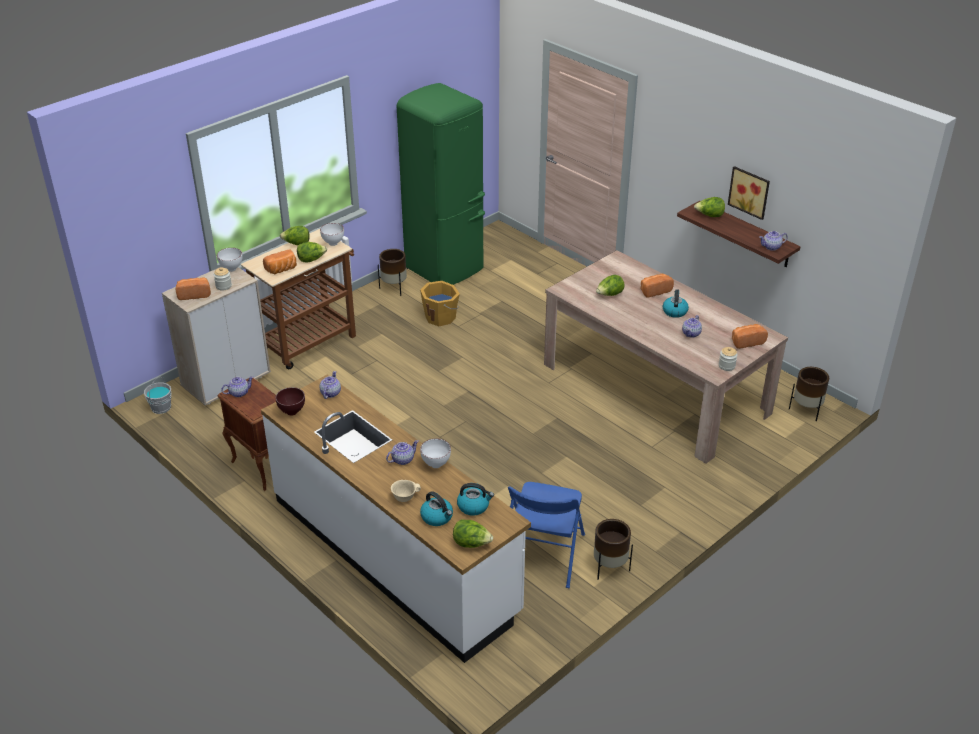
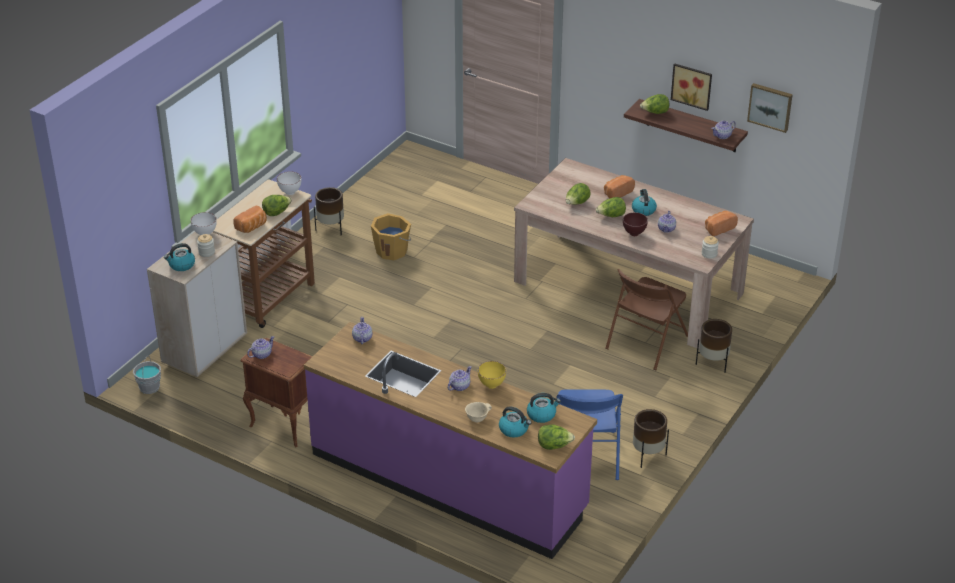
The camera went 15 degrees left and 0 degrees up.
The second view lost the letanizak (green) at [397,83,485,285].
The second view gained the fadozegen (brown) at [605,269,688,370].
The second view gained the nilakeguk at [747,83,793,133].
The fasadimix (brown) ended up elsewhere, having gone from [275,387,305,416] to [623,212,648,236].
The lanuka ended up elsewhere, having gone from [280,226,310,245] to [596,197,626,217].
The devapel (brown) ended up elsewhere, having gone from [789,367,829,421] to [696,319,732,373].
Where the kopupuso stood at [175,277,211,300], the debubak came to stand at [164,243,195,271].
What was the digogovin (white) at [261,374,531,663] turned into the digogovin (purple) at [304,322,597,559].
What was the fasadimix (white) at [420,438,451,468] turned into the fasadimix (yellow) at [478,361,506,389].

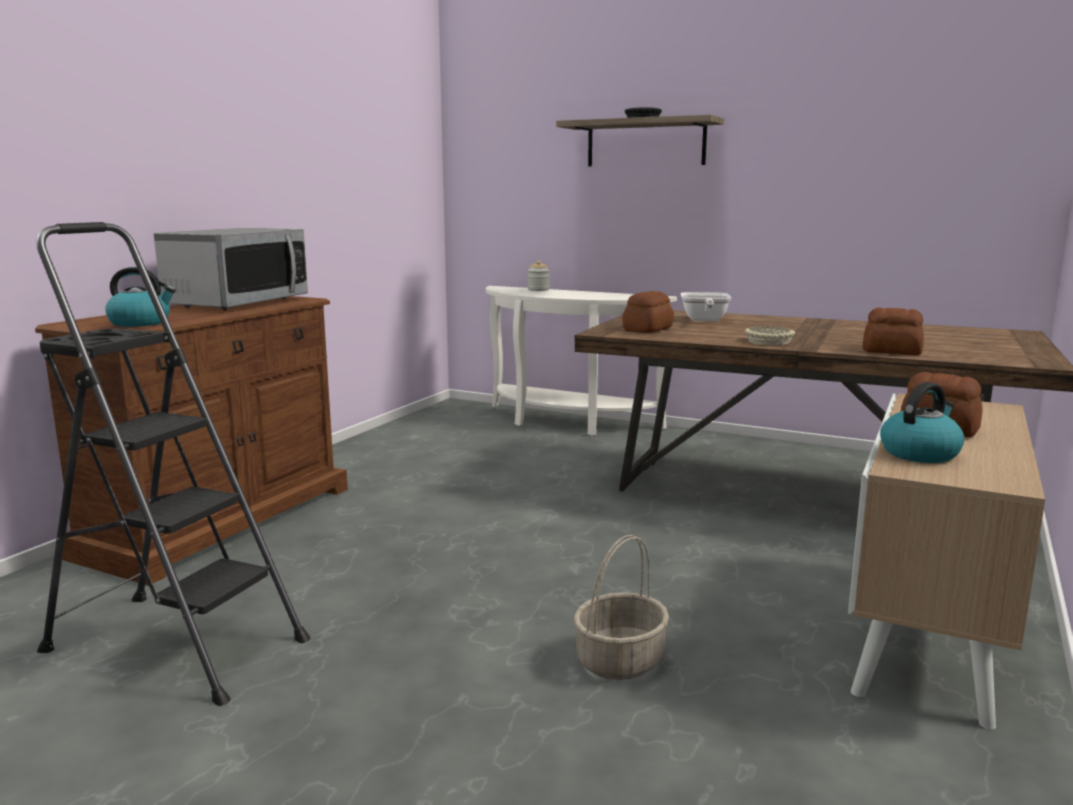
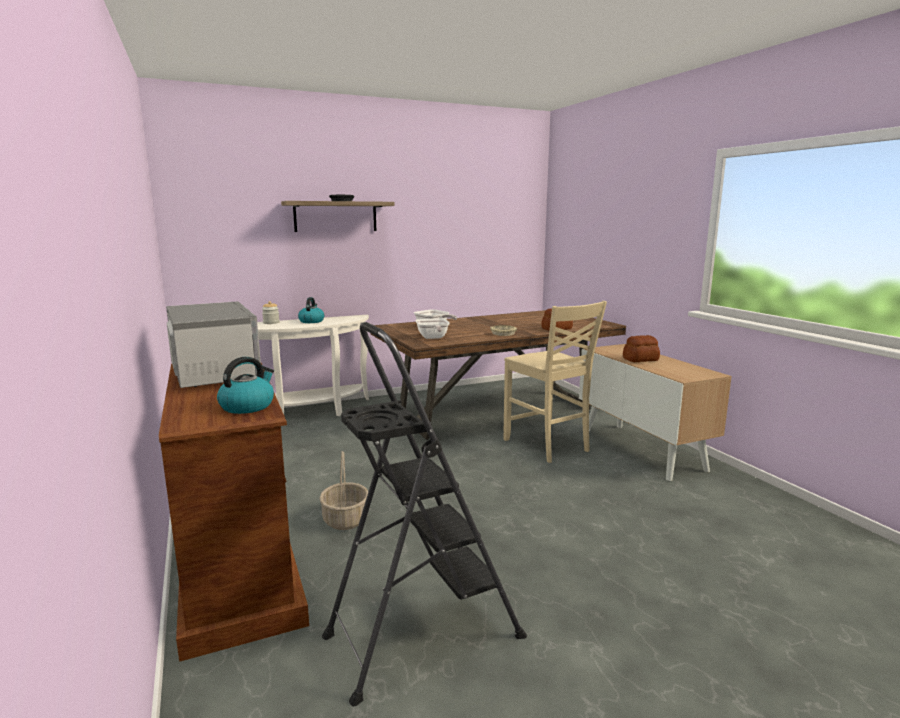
The camera went 50 degrees left and 0 degrees up.
The second view gained the fadozegen (beige) at [503,301,607,463].
The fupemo ended up elsewhere, having gone from [574,535,669,680] to [320,451,368,530].
The debubak ended up elsewhere, having gone from [880,382,964,463] to [298,297,324,323].
Where the kopupuso stood at [622,291,674,333], the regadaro came to stand at [415,318,450,339].

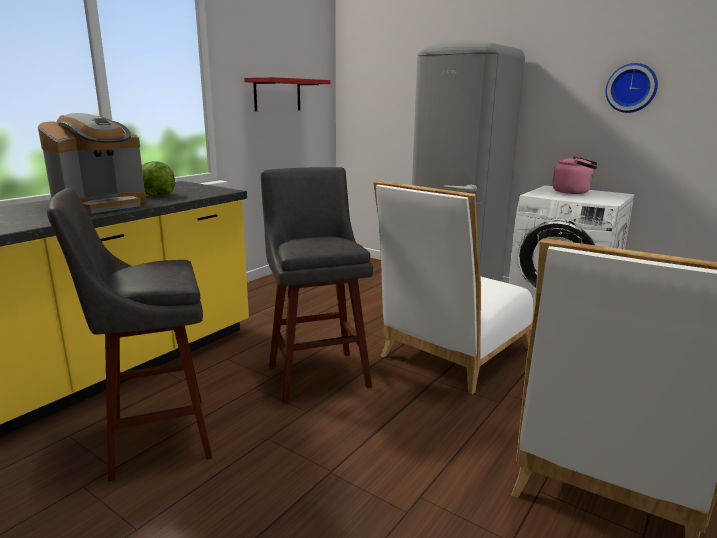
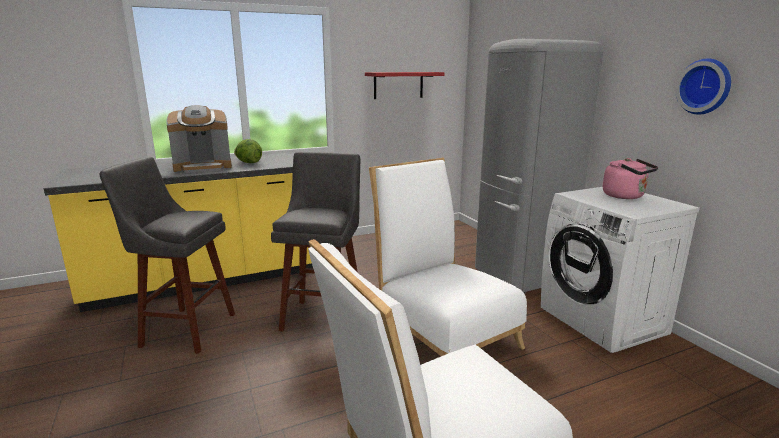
The camera went 30 degrees right and 0 degrees up.
The fadozegen (white) at [373,180,533,394] ended up facing another way, 75 degrees clockwise from before.

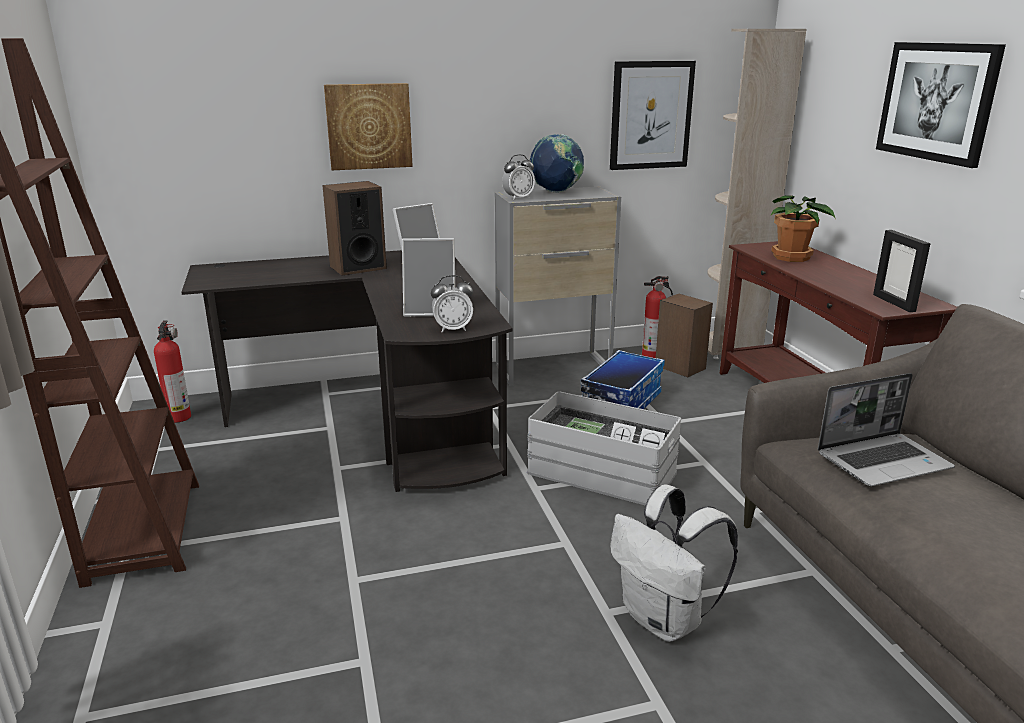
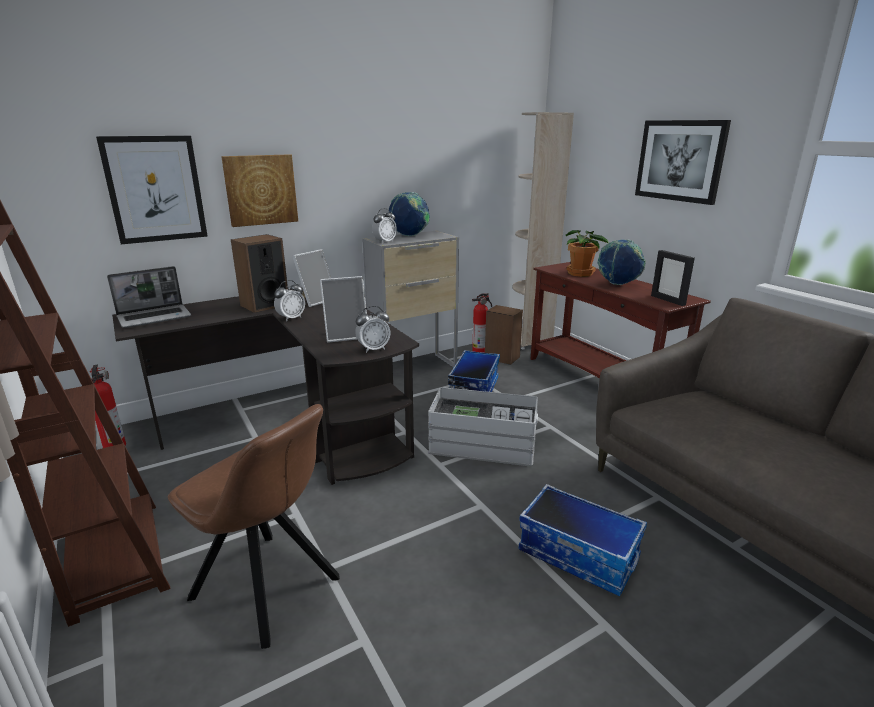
The camera went 15 degrees left and 0 degrees up.
The second view gained the fadozegen (brown) at [168,404,340,649].
The second view gained the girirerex at [274,280,305,321].
The second view gained the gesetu at [598,239,646,285].
The nilakeguk ended up elsewhere, having gone from [610,61,696,170] to [96,136,208,244].
The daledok ended up elsewhere, having gone from [818,373,955,486] to [107,266,191,328].
Where the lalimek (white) stood at [610,484,738,642], the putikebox came to stand at [519,484,647,596].

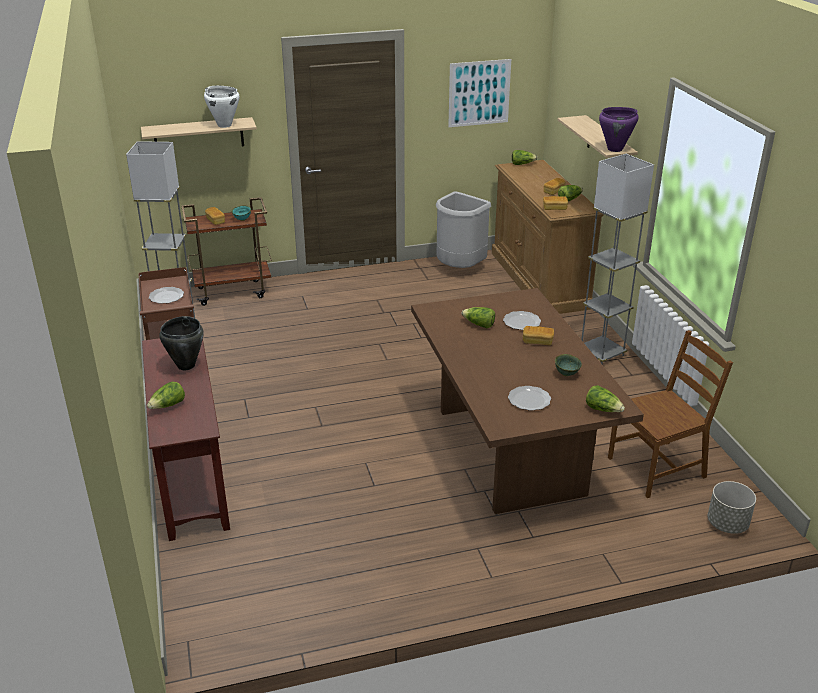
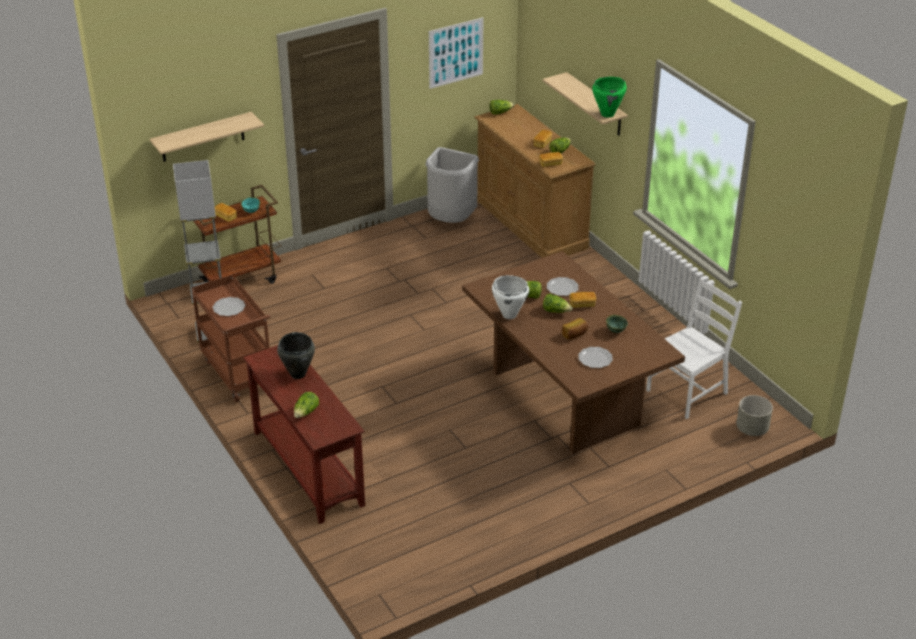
The camera went 15 degrees left and 5 degrees up.
The second view lost the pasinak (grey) at [581,154,654,364].
The second view gained the kopupuso at [562,318,588,339].
The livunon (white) ended up elsewhere, having gone from [204,86,239,128] to [492,275,529,319].
The lanuka ended up elsewhere, having gone from [586,385,625,412] to [543,294,573,313].
What was the livunon (purple) at [599,107,639,152] turned into the livunon (green) at [592,77,627,118].
What was the fadozegen (brown) at [608,330,733,498] turned into the fadozegen (white) at [646,277,742,419].

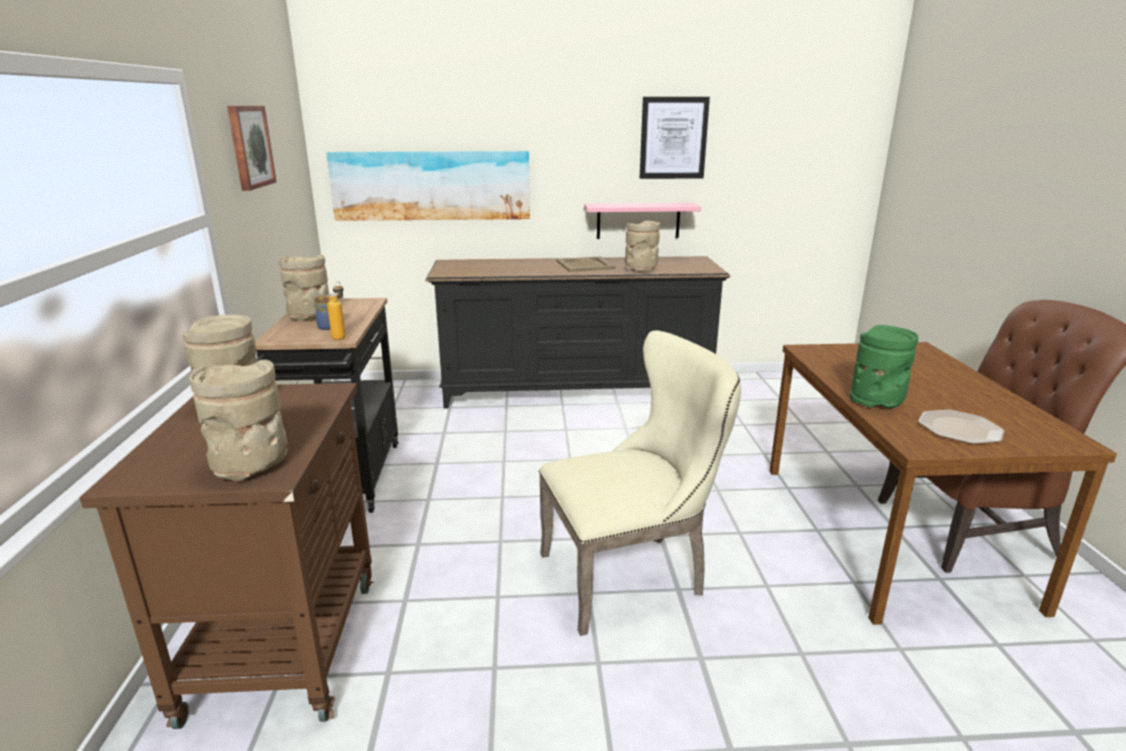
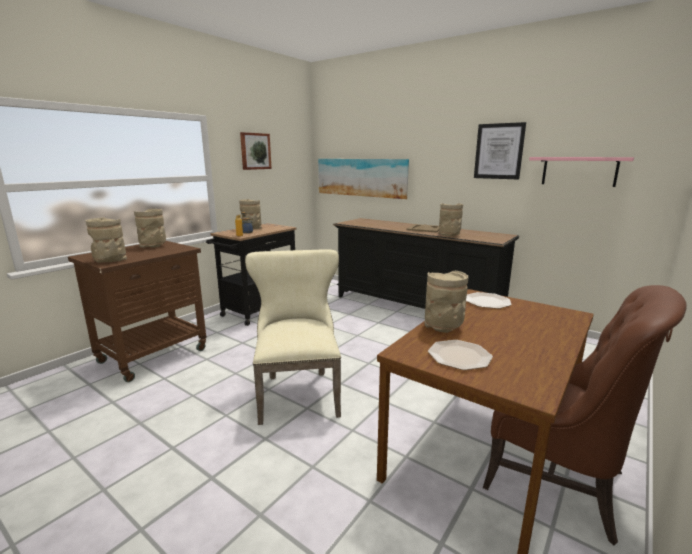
The camera went 40 degrees right and 5 degrees down.
The second view gained the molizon at [466,292,512,309].
The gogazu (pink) ended up elsewhere, having gone from [584,203,701,239] to [529,157,634,187].
What was the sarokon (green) at [850,325,919,408] turned into the sarokon (beige) at [424,271,468,333].
The fadozegen (beige) at [539,330,741,636] ended up facing another way, 120 degrees counterclockwise from before.

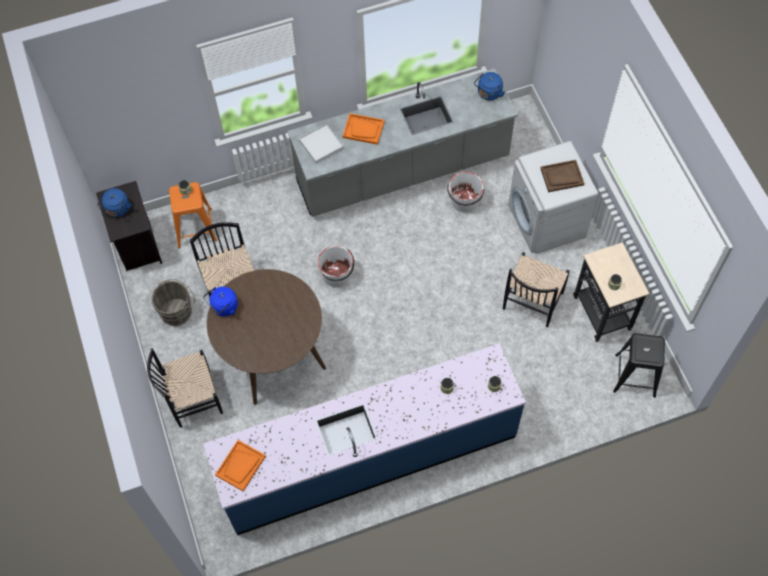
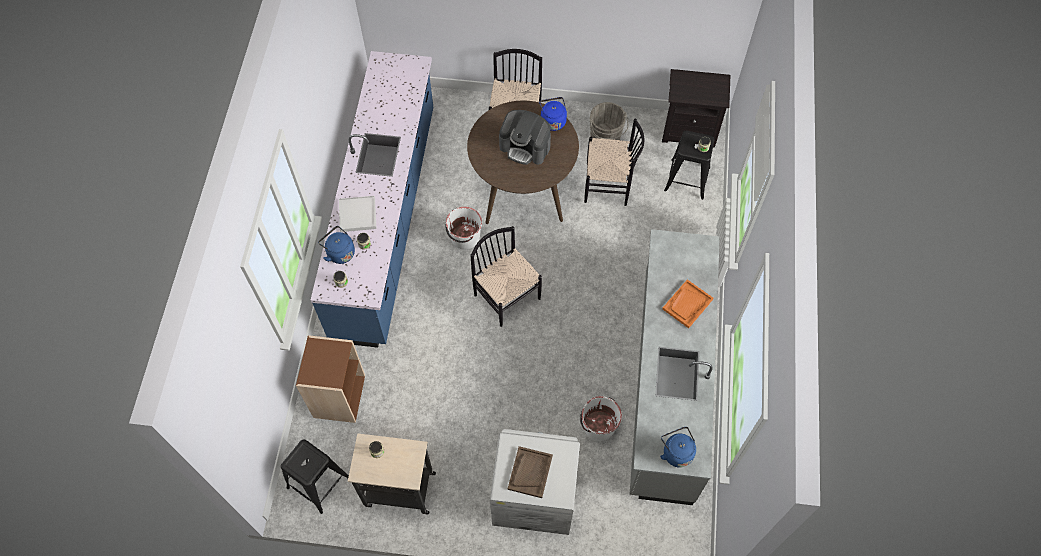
The camera went 115 degrees right and 0 degrees up.
The second view lost the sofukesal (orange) at [215,440,266,491].
The second view gained the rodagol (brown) at [296,335,365,423].
The second view gained the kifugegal at [499,110,551,165].
The debubak (blue) ended up elsewhere, having gone from [97,188,132,217] to [318,226,355,264].
The sofukesal (white) ended up elsewhere, having gone from [299,124,344,164] to [339,196,376,232].
The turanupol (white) ended up elsewhere, having gone from [317,246,354,287] to [446,207,482,250].
The fadozegen (black) ended up elsewhere, having gone from [503,252,570,327] to [470,226,542,327].
What was the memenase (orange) at [169,182,217,248] turned into the memenase (black) at [664,130,715,200].

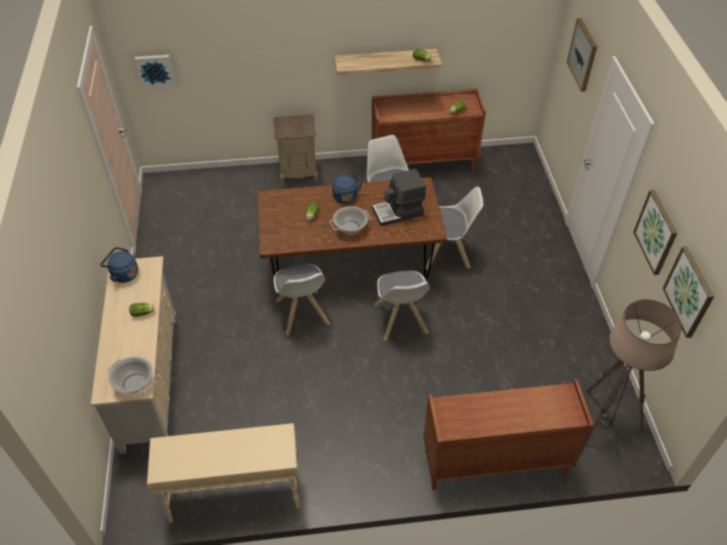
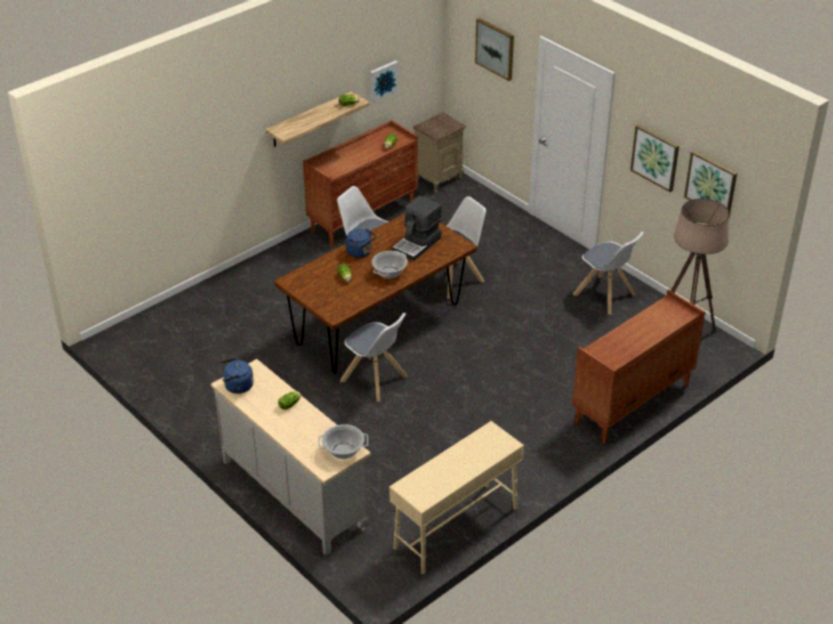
The camera went 35 degrees left and 10 degrees down.
The nilakeguk ended up elsewhere, having gone from [134,55,175,88] to [370,61,398,103].
The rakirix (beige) ended up elsewhere, having gone from [273,114,318,184] to [413,112,466,192].
The fadozegen ended up elsewhere, having gone from [374,271,430,341] to [573,232,644,314].

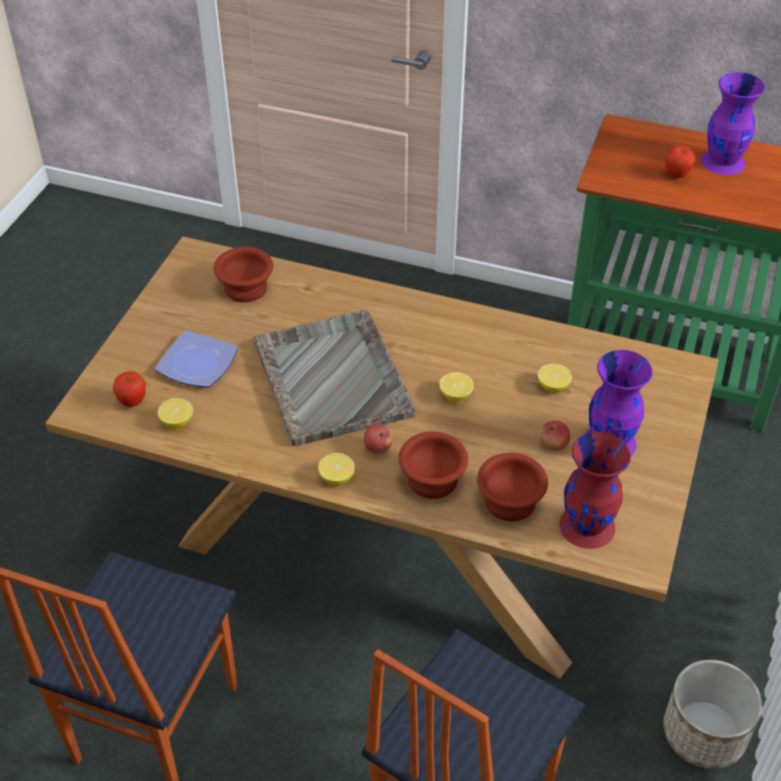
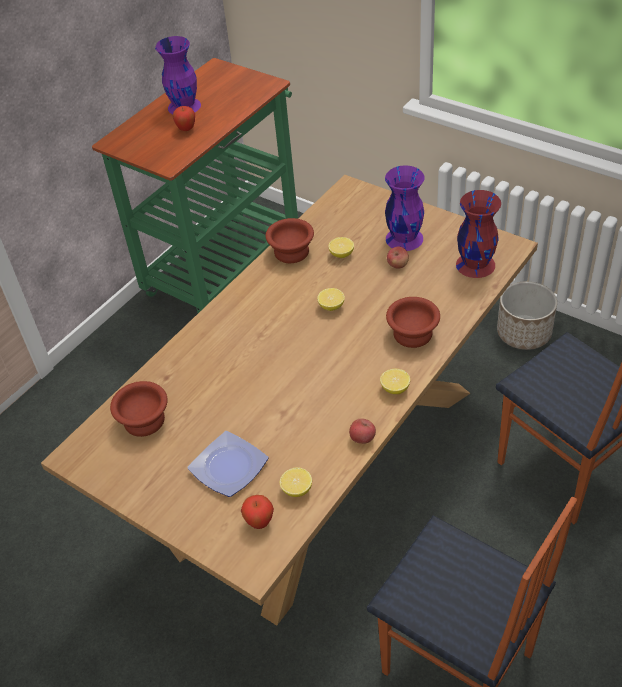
The camera went 70 degrees left and 0 degrees up.
The second view lost the sofukesal (grey) at [253,310,416,446].
The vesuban ended up elsewhere, having gone from [364,424,393,454] to [349,418,376,444].
The fasadimix (brown) ended up elsewhere, having gone from [477,453,548,521] to [266,218,314,263].

